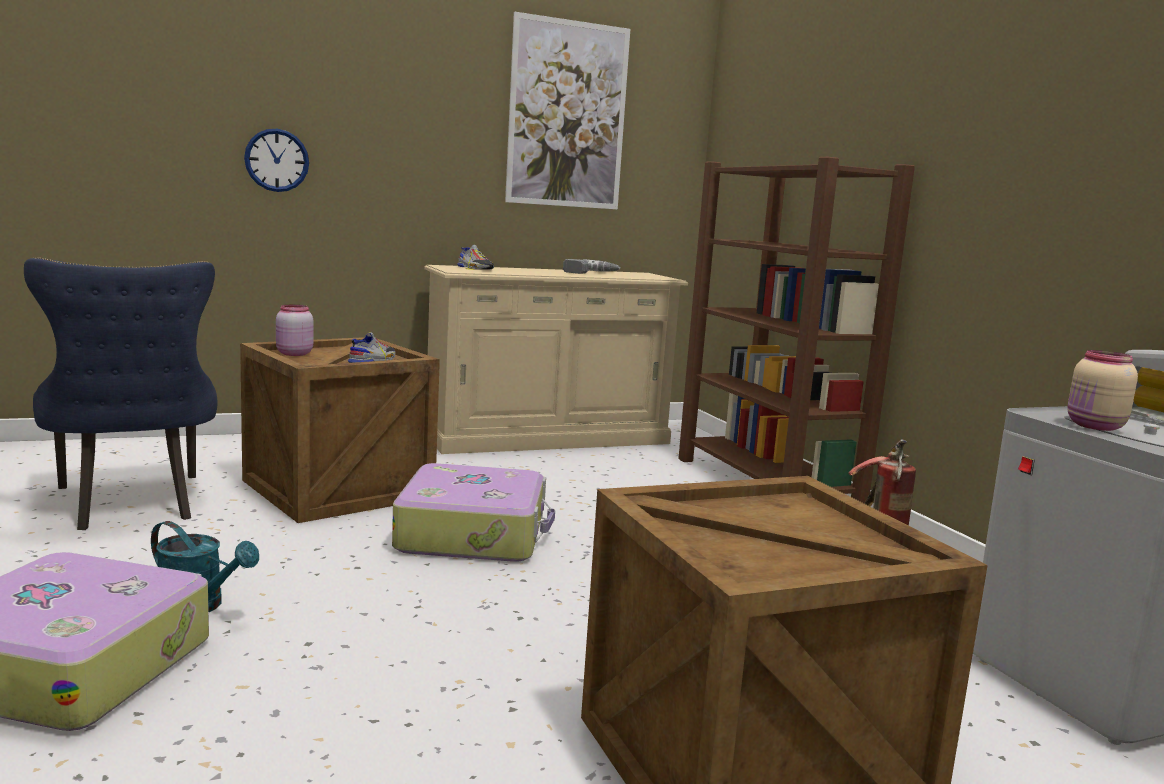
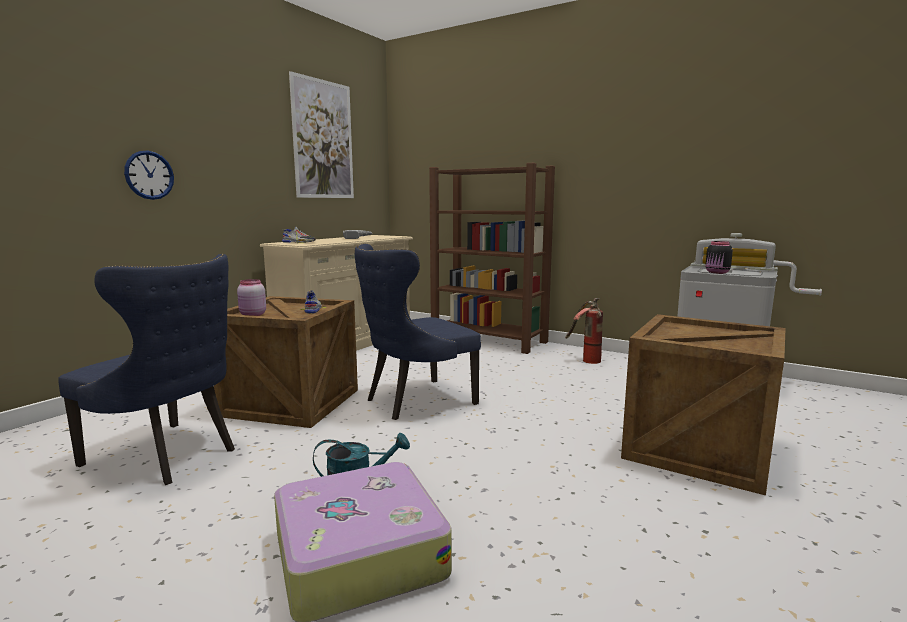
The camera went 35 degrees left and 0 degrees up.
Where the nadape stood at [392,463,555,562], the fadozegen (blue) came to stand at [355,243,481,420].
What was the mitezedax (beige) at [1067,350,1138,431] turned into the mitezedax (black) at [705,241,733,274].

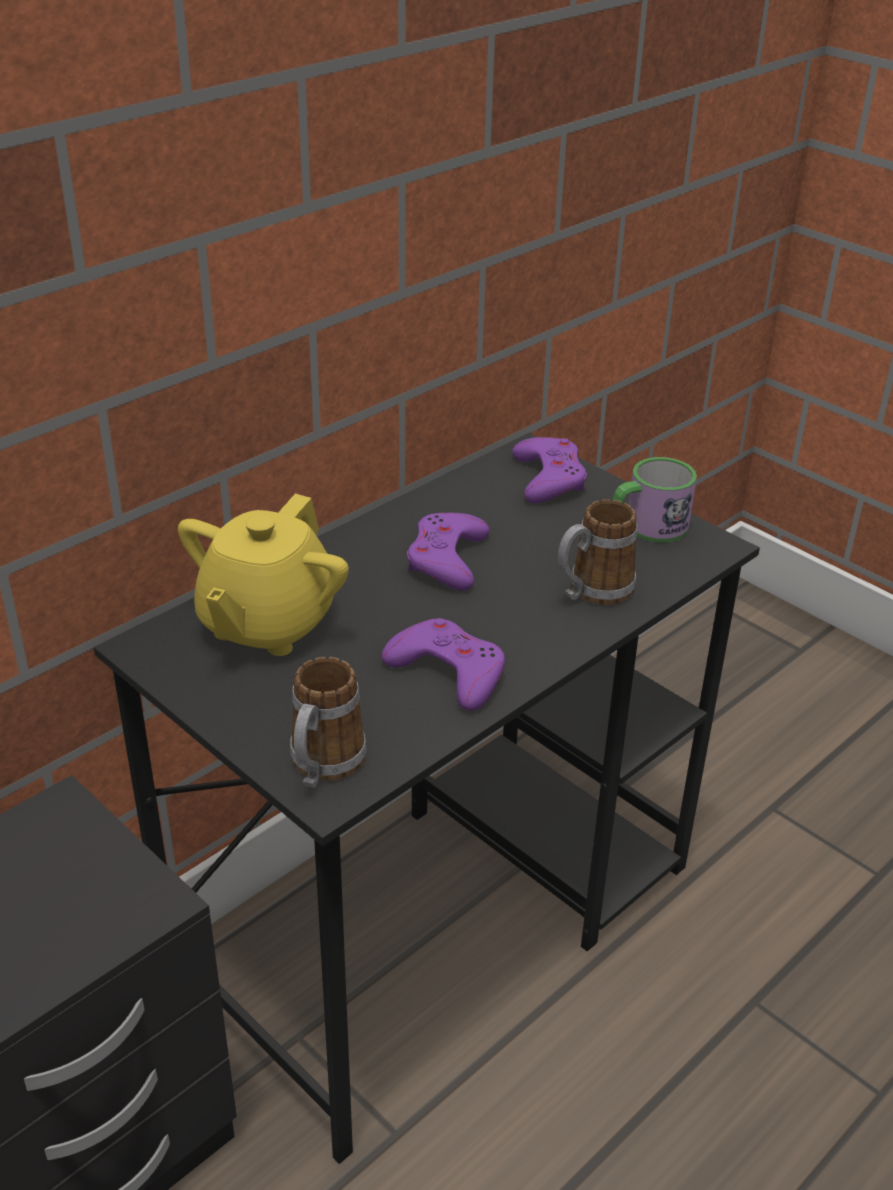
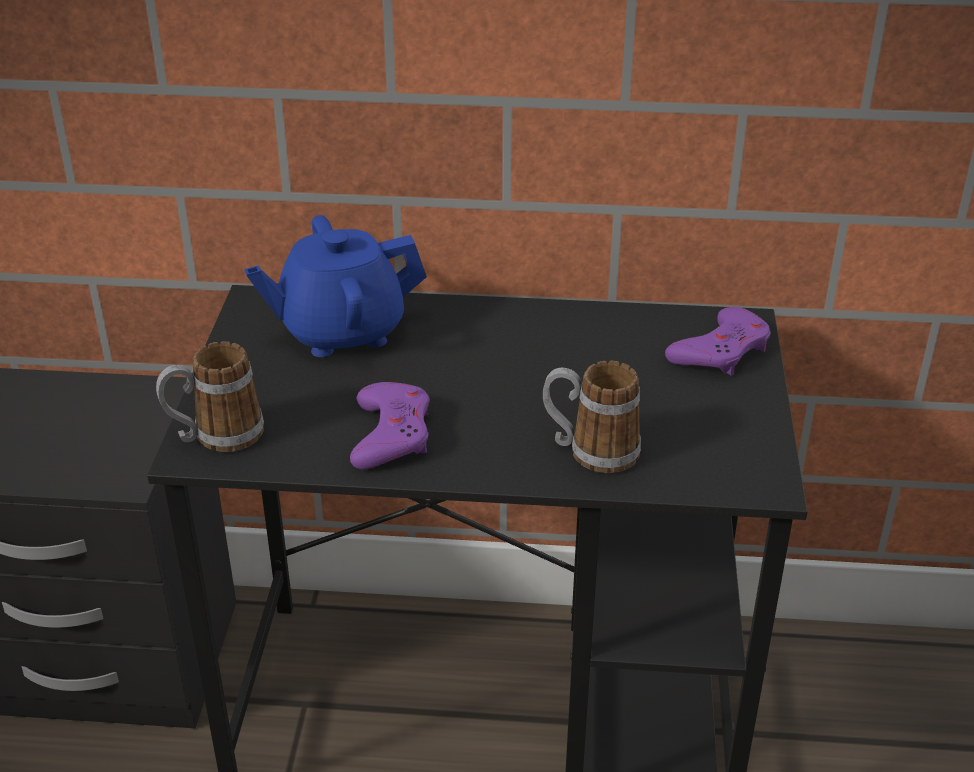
The camera went 50 degrees right and 0 degrees up.
The second view lost the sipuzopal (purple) at [407,513,490,591].
The second view lost the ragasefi at [612,457,697,543].
What was the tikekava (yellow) at [178,493,349,656] turned into the tikekava (blue) at [244,215,427,357].

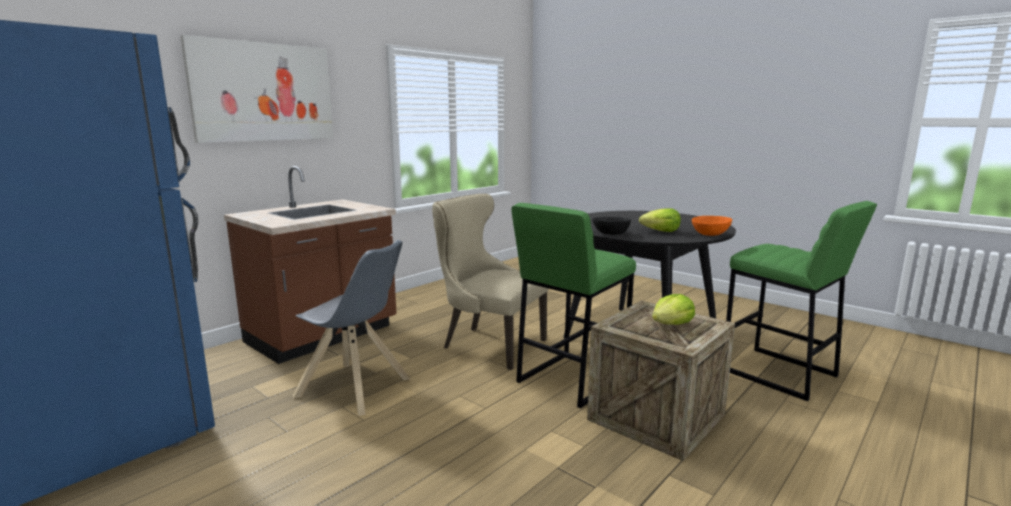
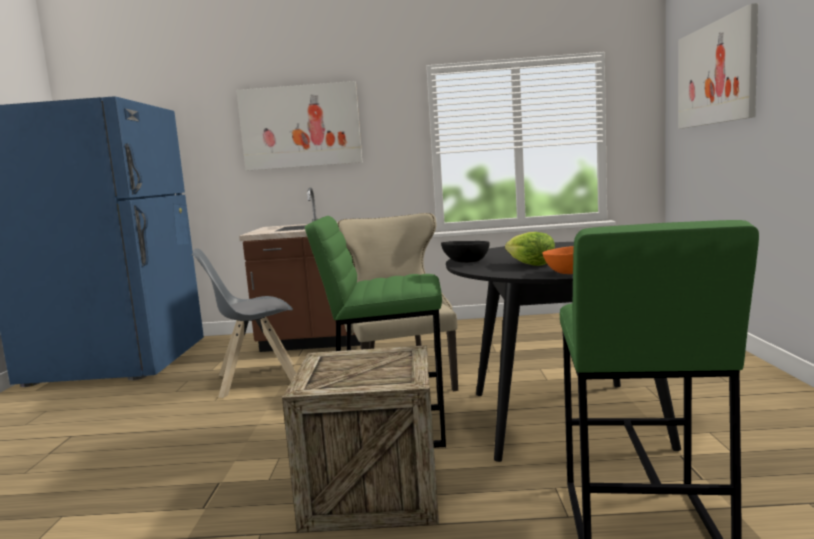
The camera went 50 degrees right and 5 degrees down.
The second view lost the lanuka at [652,294,695,325].
The second view gained the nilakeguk at [678,3,758,129].
The fadozegen (grey) at [292,240,410,416] ended up facing another way, 90 degrees clockwise from before.

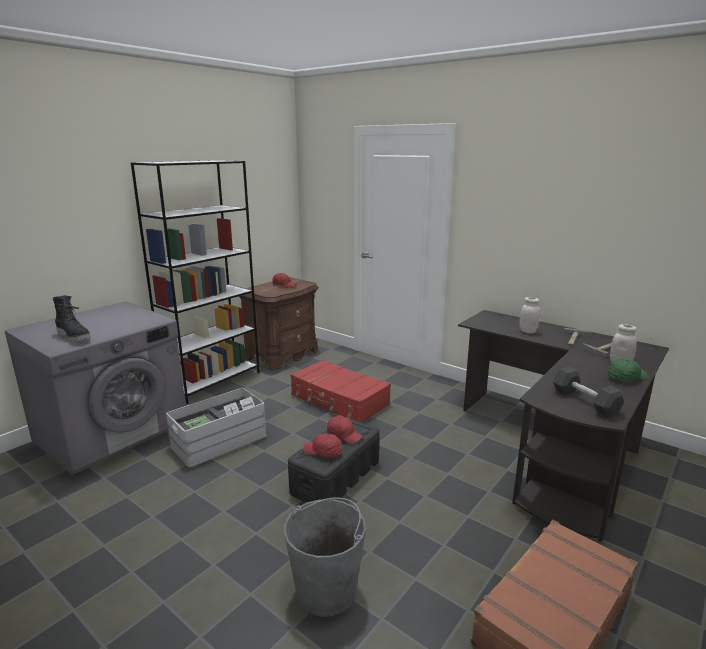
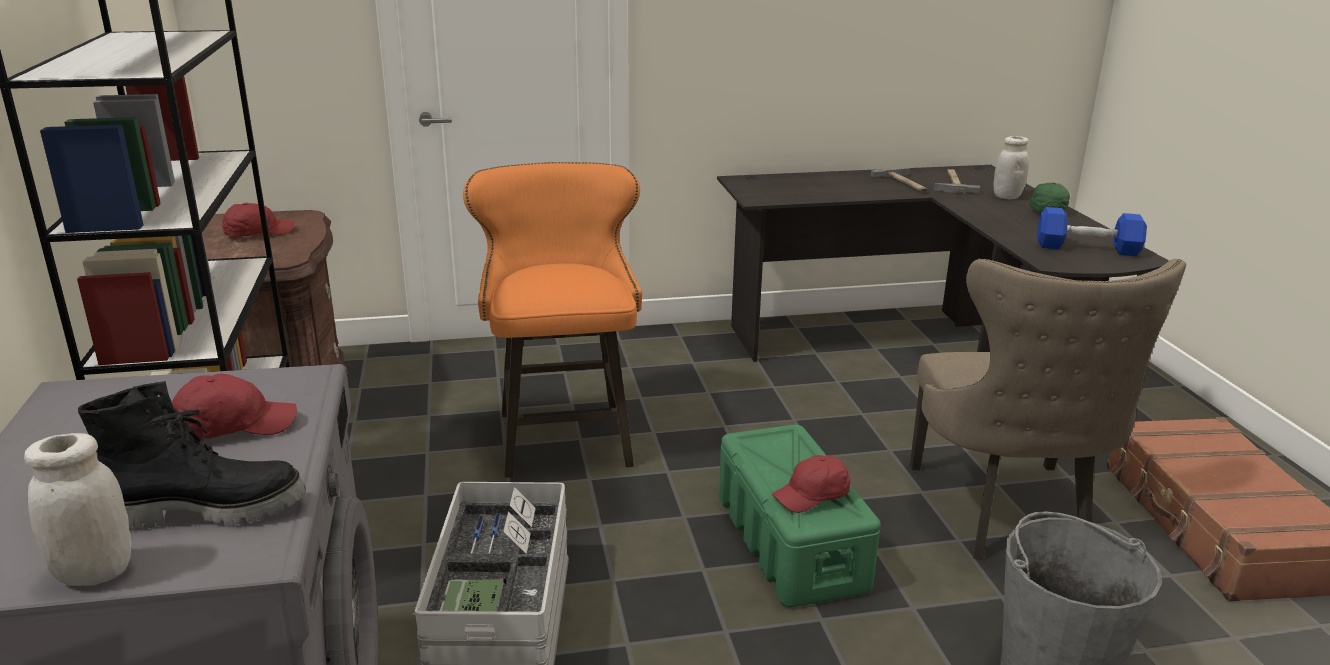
The camera went 50 degrees left and 5 degrees up.
The second view gained the fadozegen (beige) at [910,259,1186,560].
The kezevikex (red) ended up elsewhere, having gone from [327,415,363,444] to [172,374,297,439].
The mitezedax (white) ended up elsewhere, having gone from [519,297,540,333] to [24,433,131,586].
Where the nadape (red) stood at [290,360,391,423], the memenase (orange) came to stand at [463,162,642,478].
What was the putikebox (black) at [288,418,380,503] turned into the putikebox (green) at [719,424,881,608].
What was the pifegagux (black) at [553,366,624,417] turned into the pifegagux (blue) at [1037,207,1147,256].

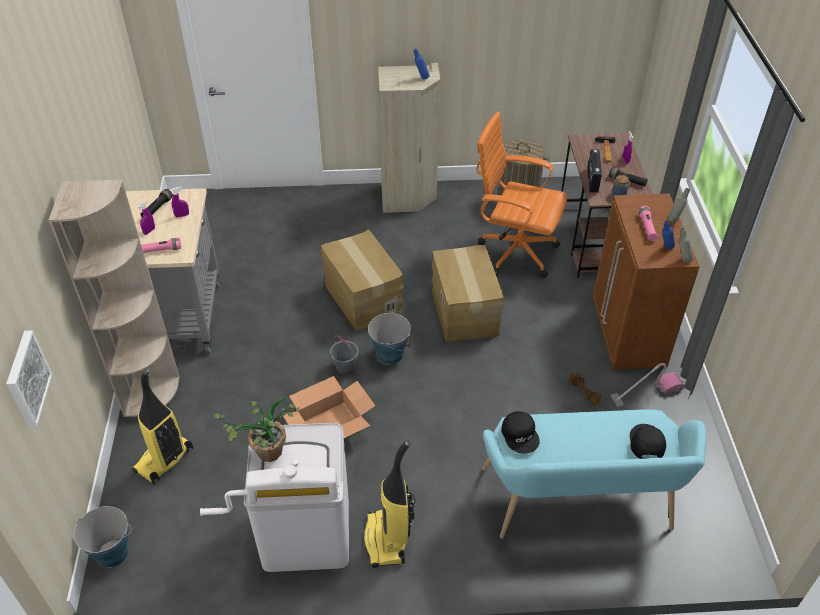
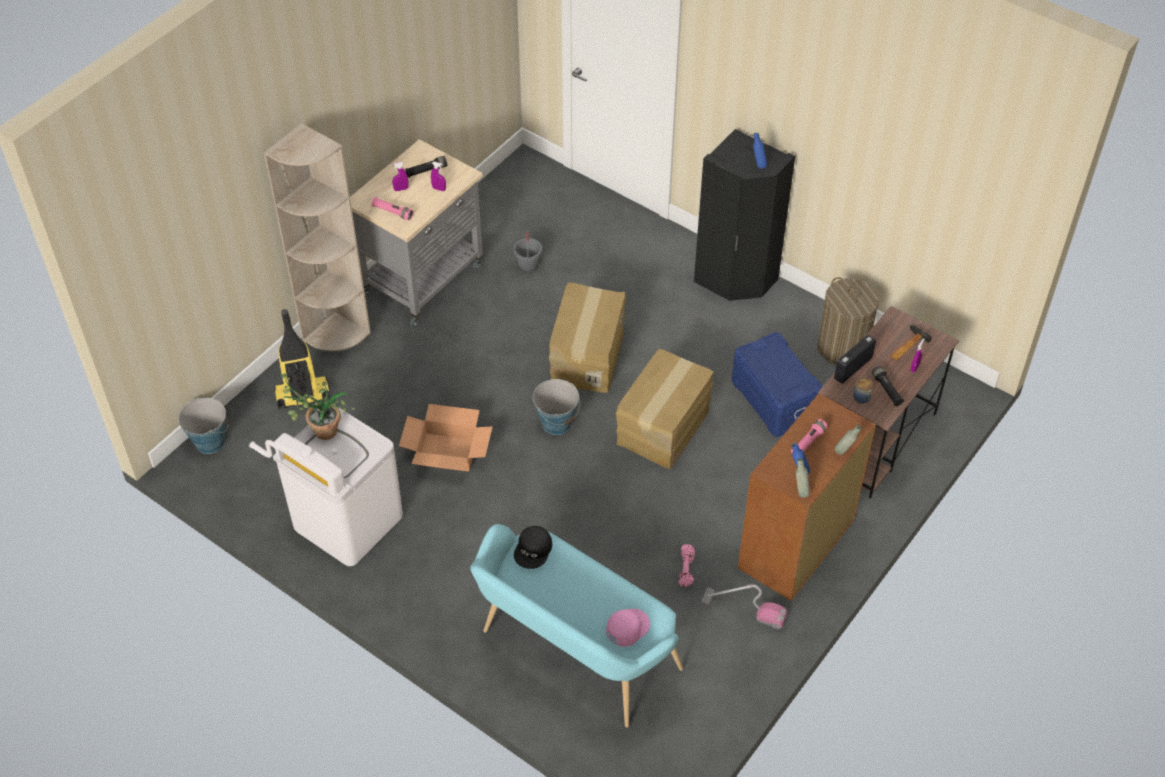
The camera went 40 degrees right and 5 degrees up.
The second view lost the nilakeguk at [6,330,52,427].
The second view lost the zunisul at [364,440,415,568].
The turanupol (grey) ended up elsewhere, having gone from [330,335,359,375] to [513,230,542,272].
Where the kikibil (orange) stood at [476,112,567,278], the putikebox (blue) came to stand at [732,332,823,437].
What was the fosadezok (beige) at [378,63,440,213] turned into the fosadezok (black) at [694,129,795,301].
What was the pifegagux (brown) at [568,372,602,405] turned into the pifegagux (pink) at [678,544,695,587].
What was the kezevikex (black) at [630,424,666,459] turned into the kezevikex (pink) at [606,609,650,647].

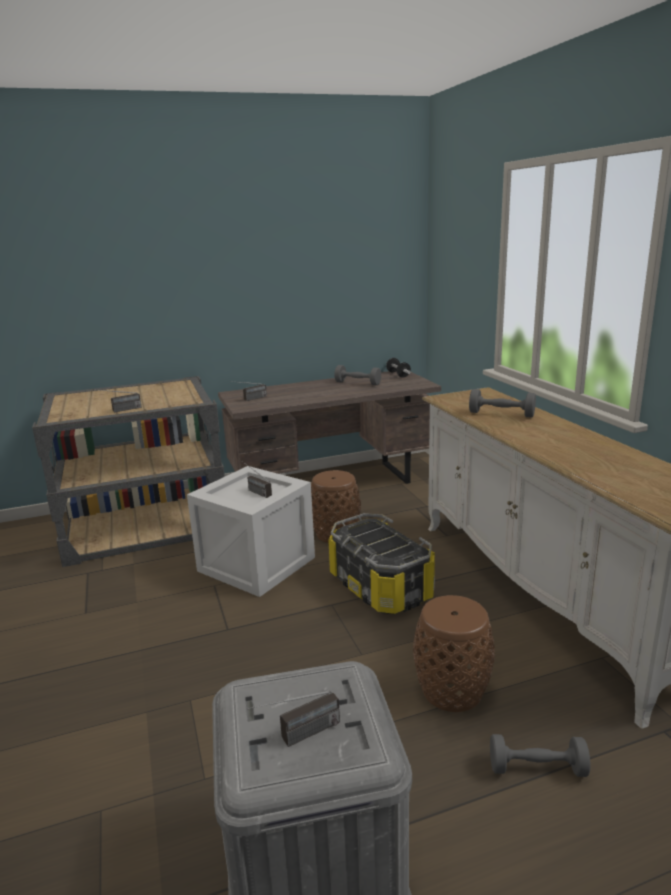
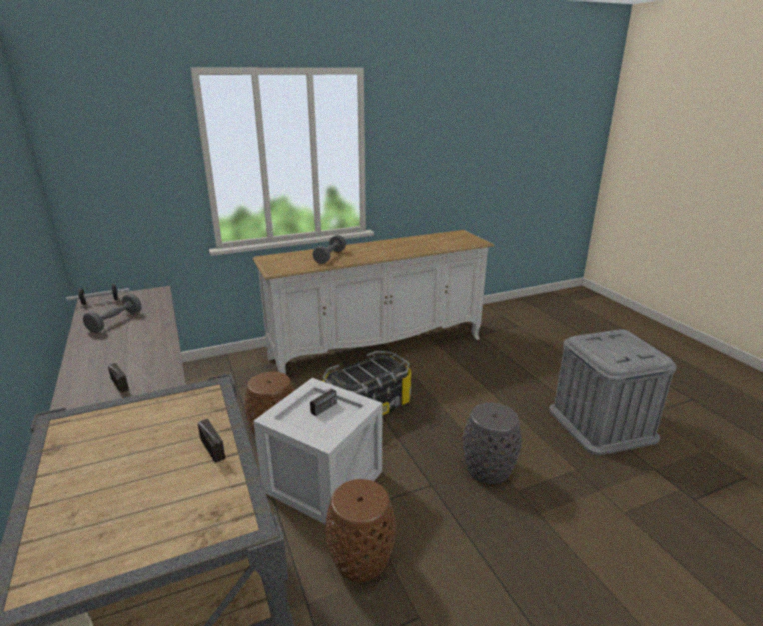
The camera went 95 degrees left and 5 degrees up.
The second view lost the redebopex at [247,691,340,747].
The second view lost the pifegagux (grey) at [490,734,591,777].
The second view gained the memenase (grey) at [463,403,522,484].
The memenase (brown) ended up elsewhere, having gone from [413,595,495,712] to [325,479,396,582].

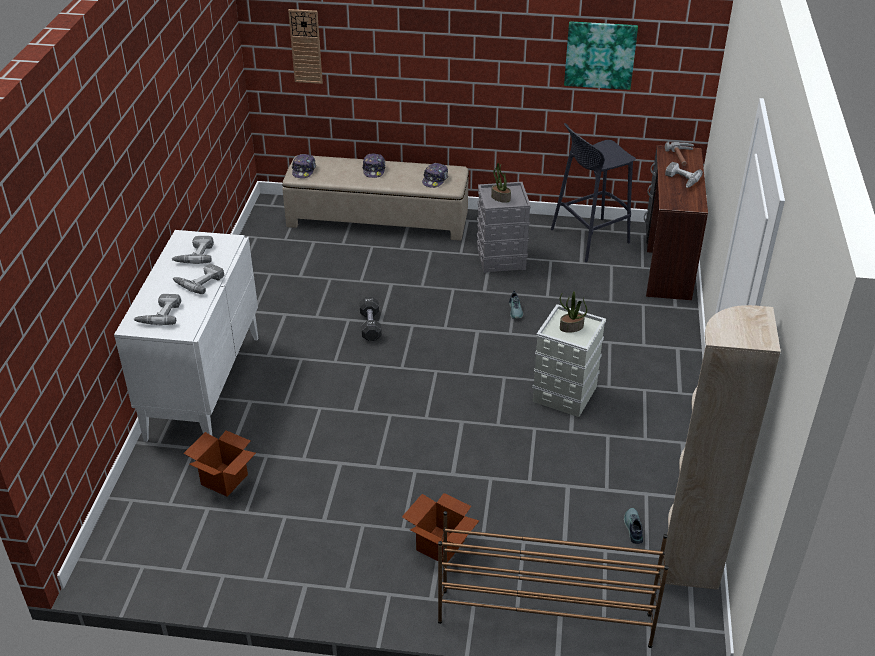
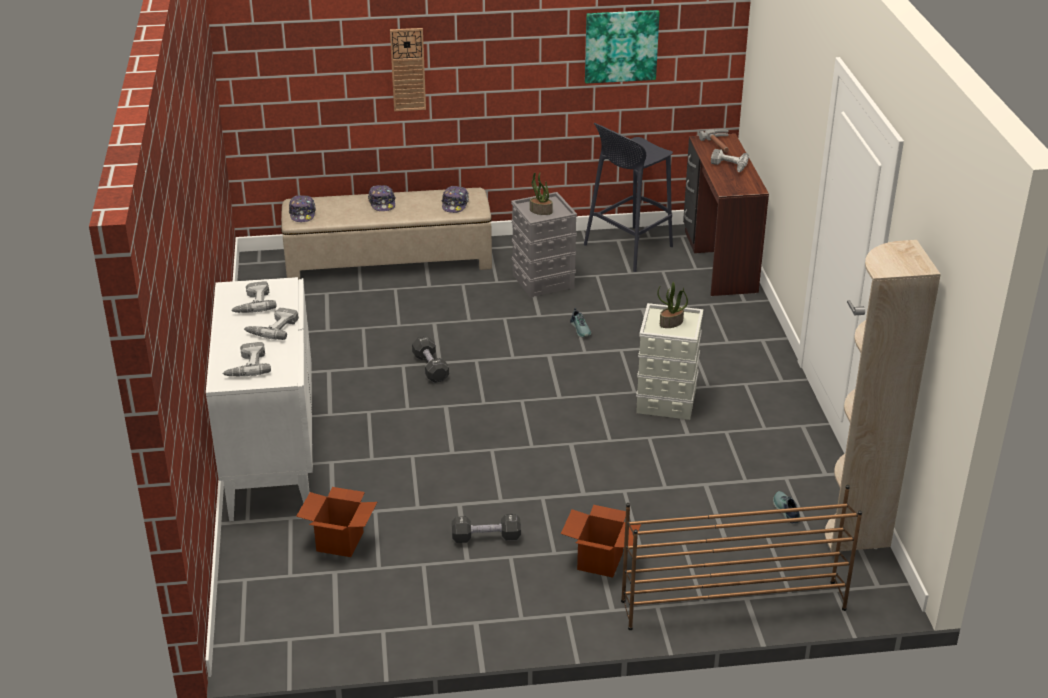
The camera went 15 degrees left and 5 degrees down.
The second view gained the pifegagux (black) at [452,514,521,543].
The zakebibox ended up elsewhere, having gone from [288,9,323,84] to [390,28,426,111].

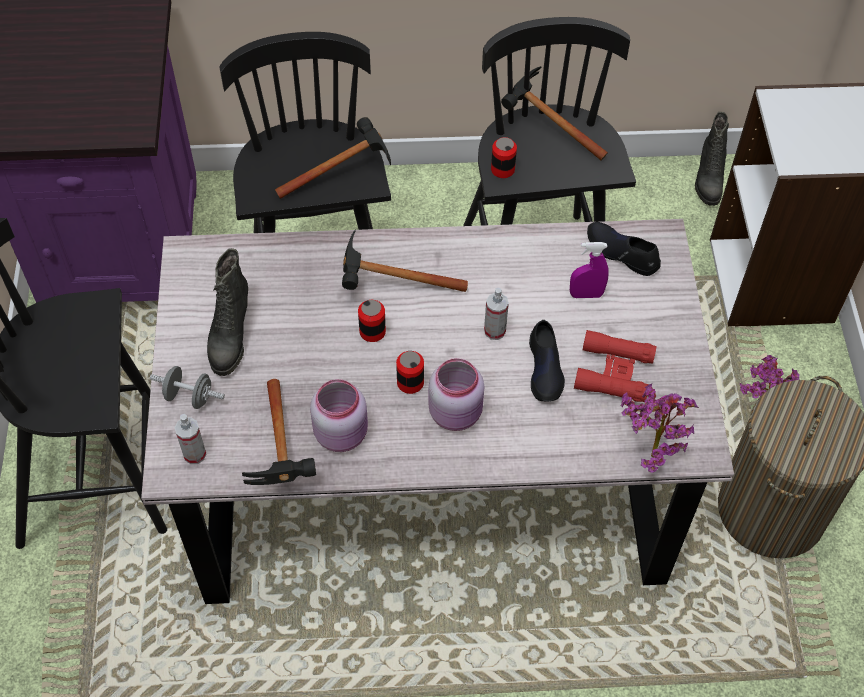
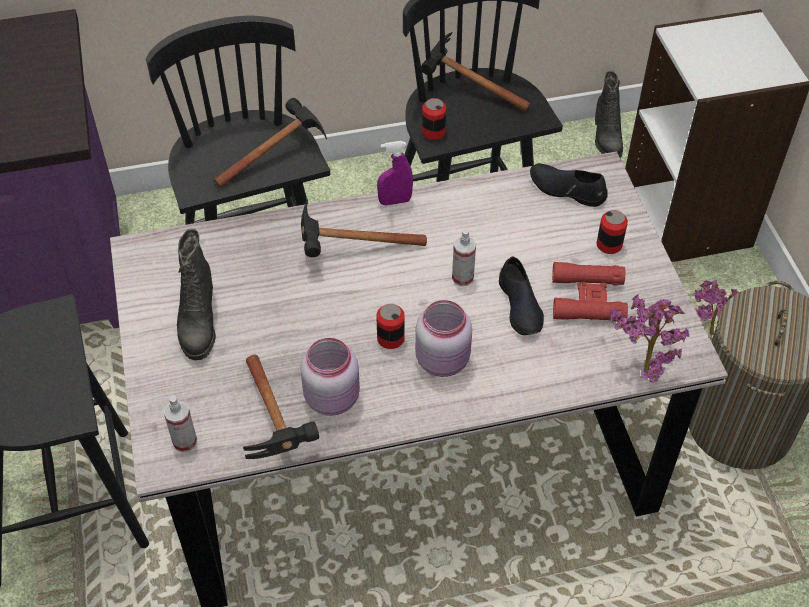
The camera went 10 degrees left and 5 degrees down.
The second view lost the pifegagux (grey) at [150,366,225,409].
The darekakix ended up elsewhere, having gone from [358,300,386,342] to [597,210,628,254].
The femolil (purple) ended up elsewhere, having gone from [570,242,609,298] to [377,141,413,206].

